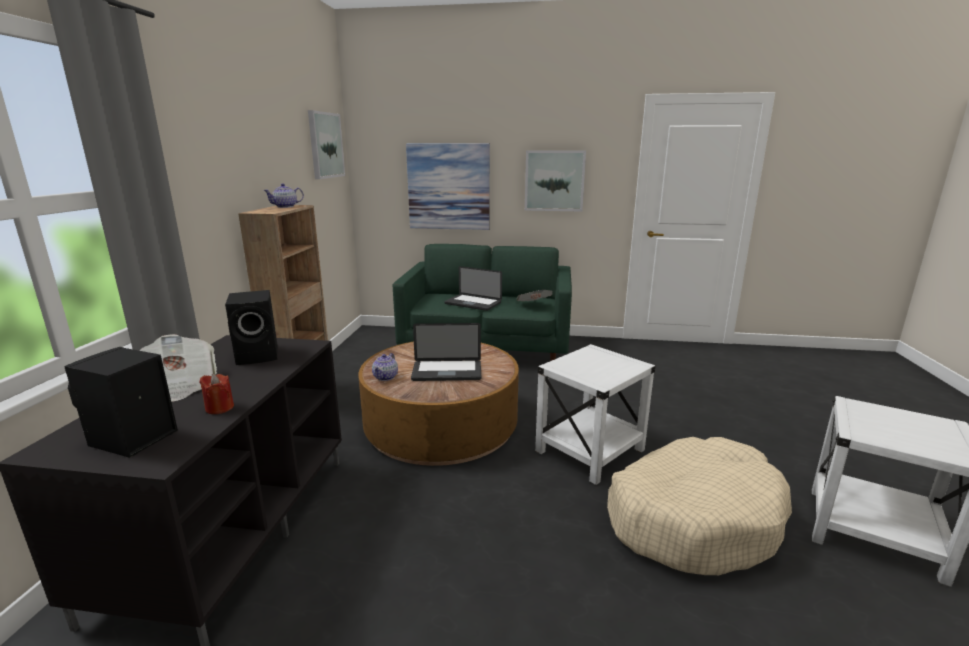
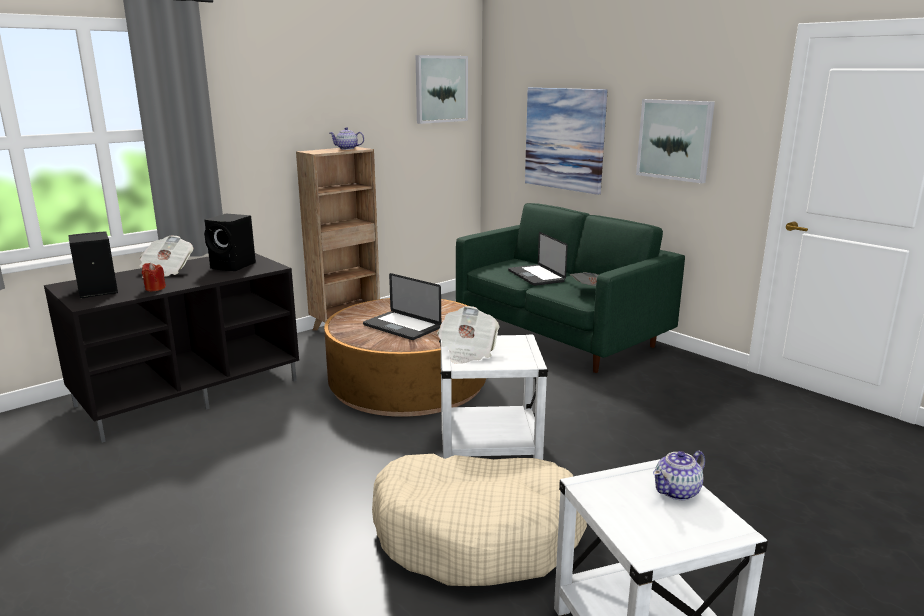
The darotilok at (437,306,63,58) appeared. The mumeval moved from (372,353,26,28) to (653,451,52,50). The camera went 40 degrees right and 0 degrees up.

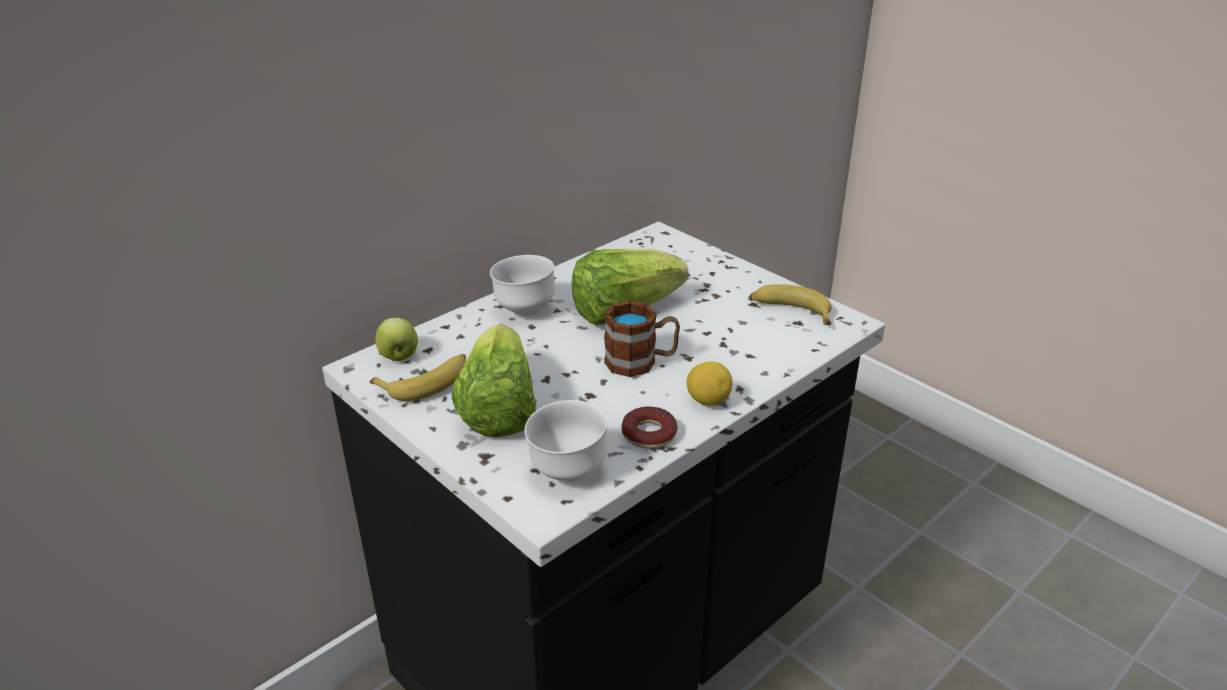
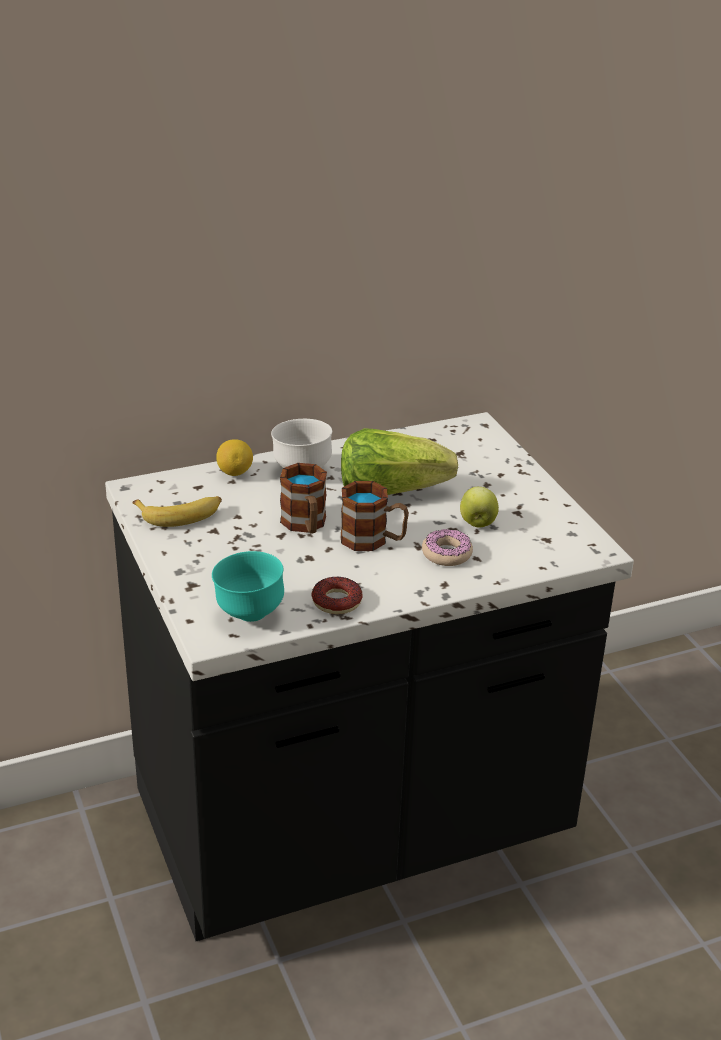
The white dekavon at (524,400,84,82) became the turquoise dekavon at (212,551,72,71). The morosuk moved from (686,361,47,45) to (216,439,37,37). The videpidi at (280,463,47,71) appeared. The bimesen at (422,529,51,37) appeared. The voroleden moved from (375,318,43,43) to (460,487,39,40). The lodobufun at (451,324,86,113) disappeared. The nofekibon at (750,284,82,41) disappeared. The camera went 20 degrees right and 0 degrees up.

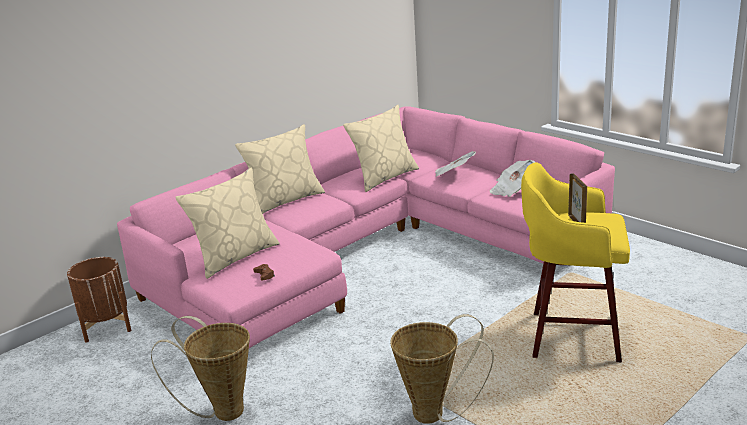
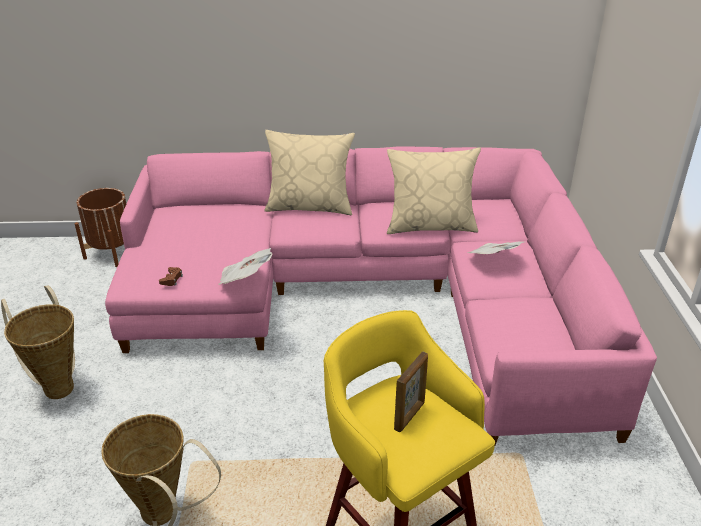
The darotilok moved from (490,160,45,37) to (218,248,54,37). The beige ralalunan at (175,167,105,112) disappeared. The camera went 40 degrees right and 10 degrees up.

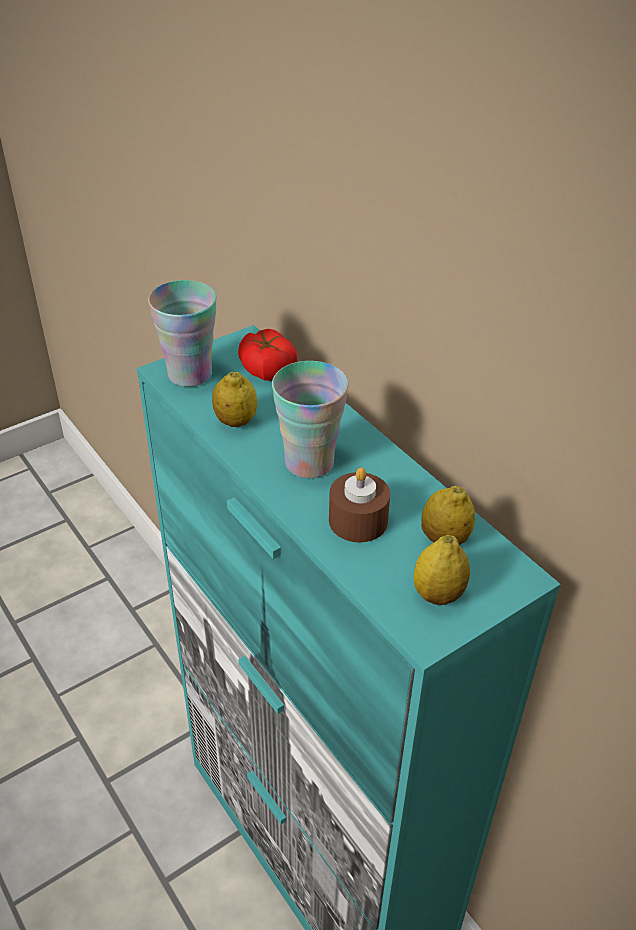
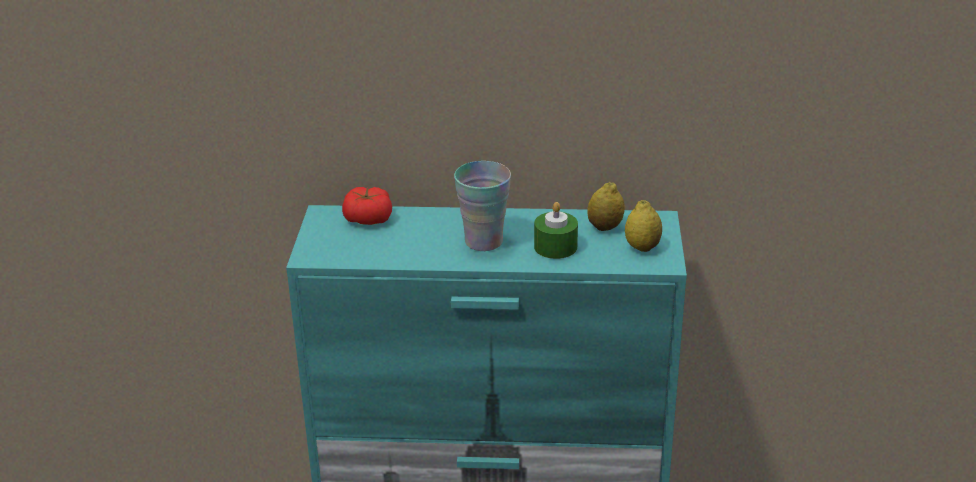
The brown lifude at (329,467,61,76) became the green lifude at (534,202,44,57). The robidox at (148,280,69,107) disappeared. The morosuk at (212,372,45,55) disappeared. The camera went 50 degrees left and 10 degrees down.

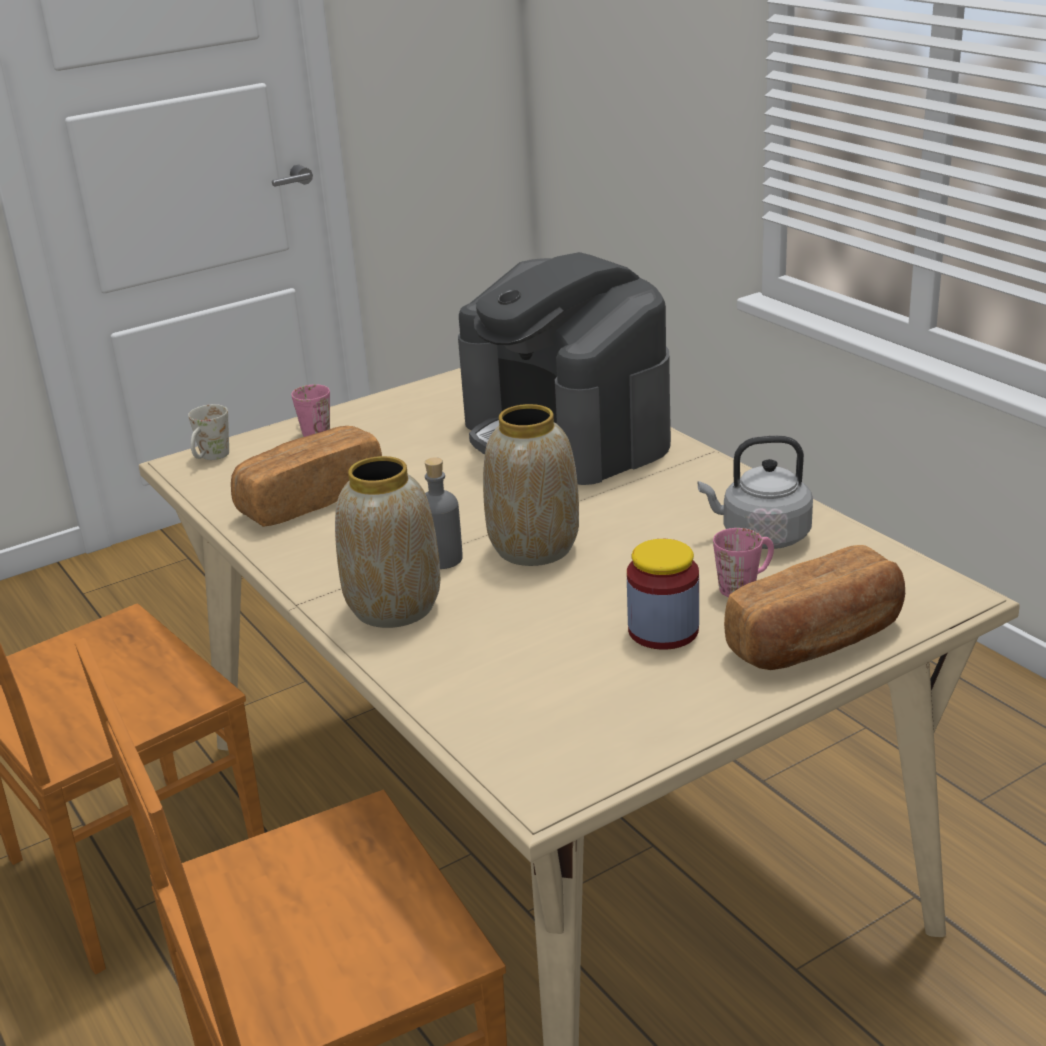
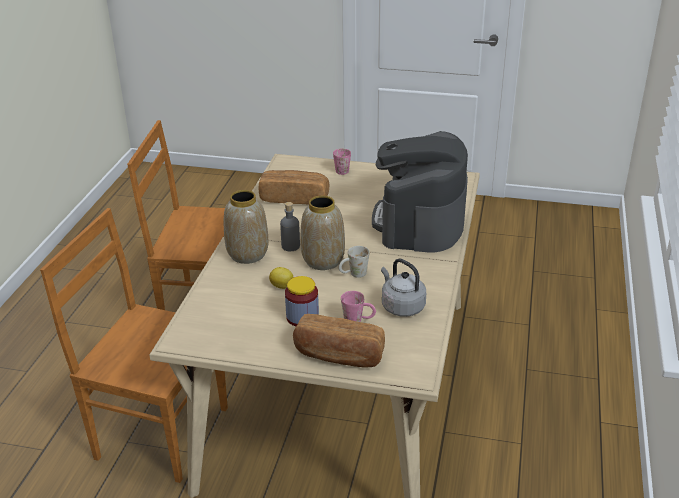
The morosuk at (269,267,25,22) appeared. The white videpidi moved from (188,404,41,56) to (339,246,31,32). The camera went 45 degrees right and 5 degrees up.

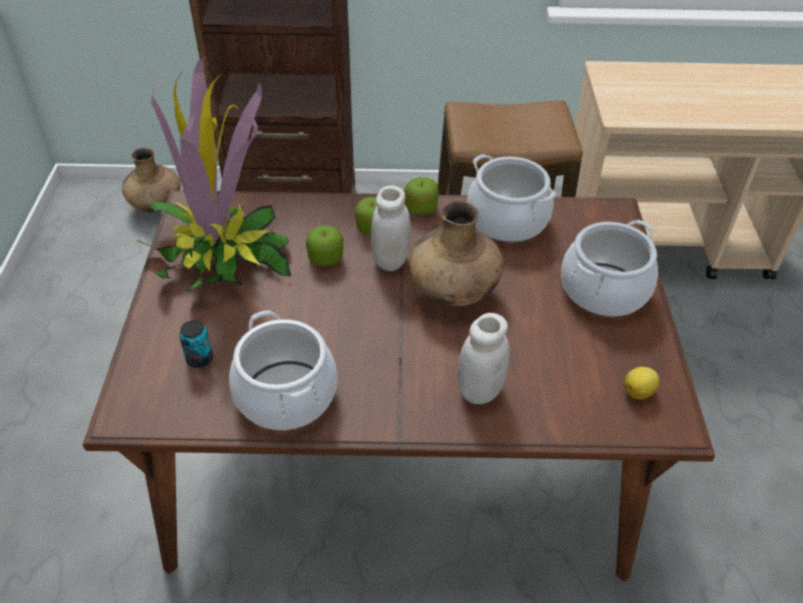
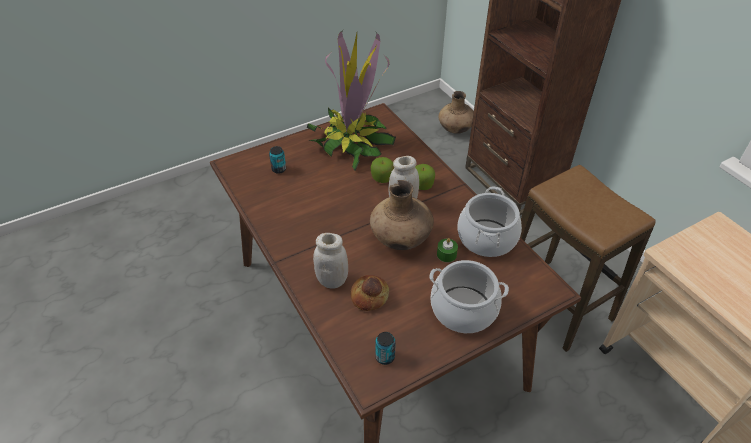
The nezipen at (351,275,38,36) appeared. The morosuk at (624,367,35,32) was replaced by the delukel at (375,332,21,33). The green lifude at (437,238,21,24) appeared. The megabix at (229,310,108,120) disappeared. The voroleden at (404,177,35,38) disappeared. The camera went 60 degrees right and 0 degrees up.

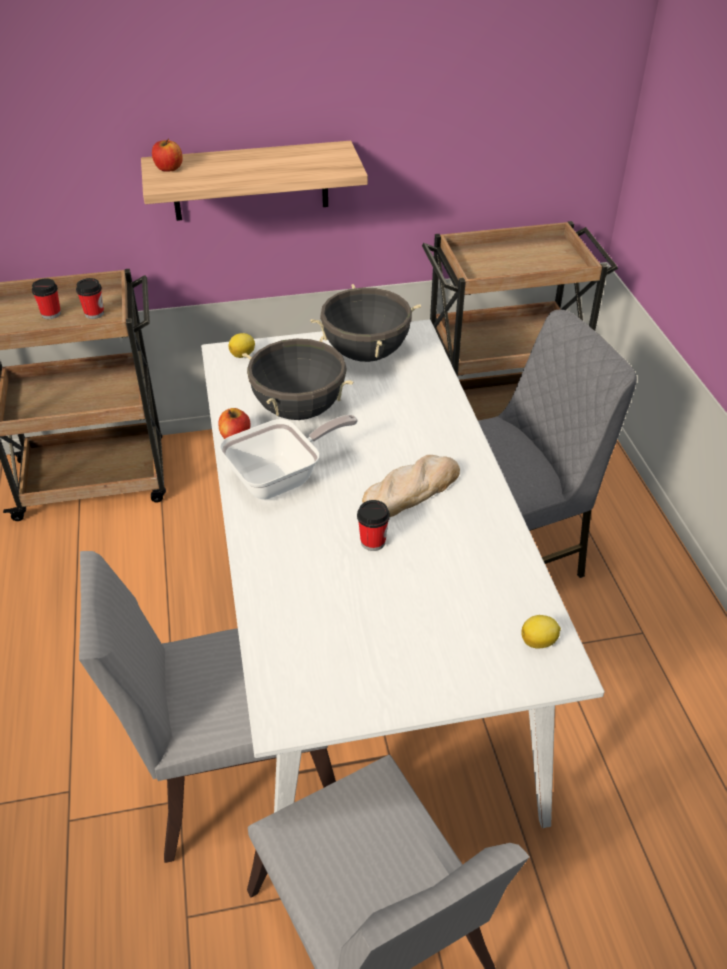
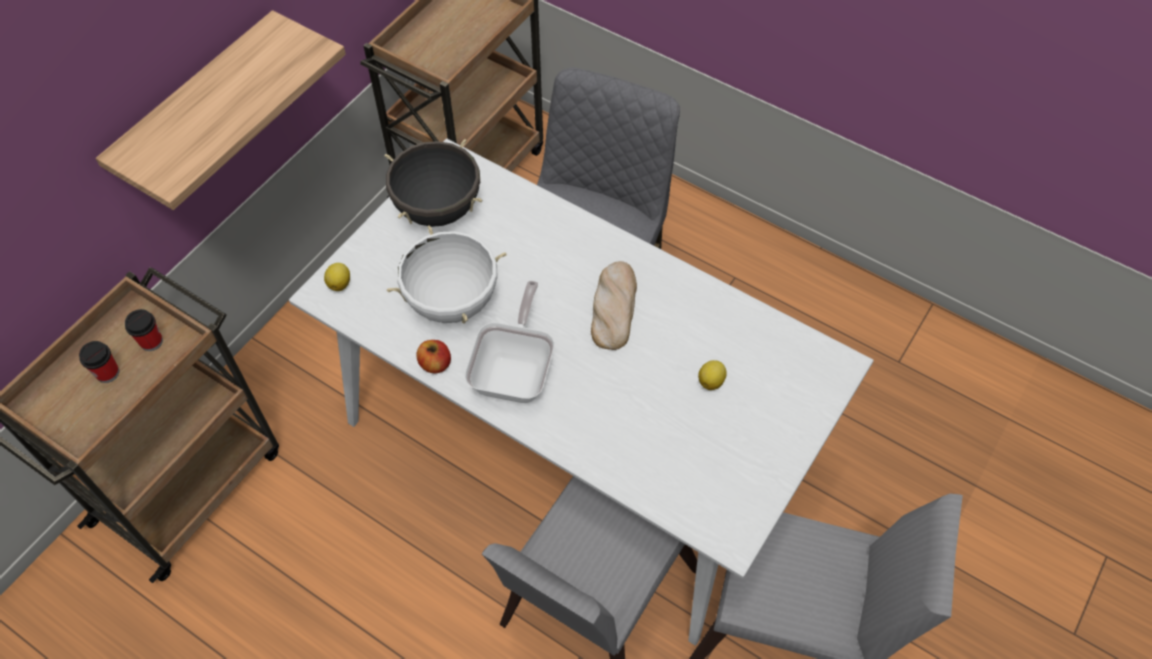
The black megabix at (242,336,111,84) became the white megabix at (387,225,119,99). The morosuk moved from (521,615,40,34) to (698,360,29,30). The voroleden at (152,139,30,32) disappeared. The robidox at (357,500,33,51) disappeared. The camera went 45 degrees left and 15 degrees up.

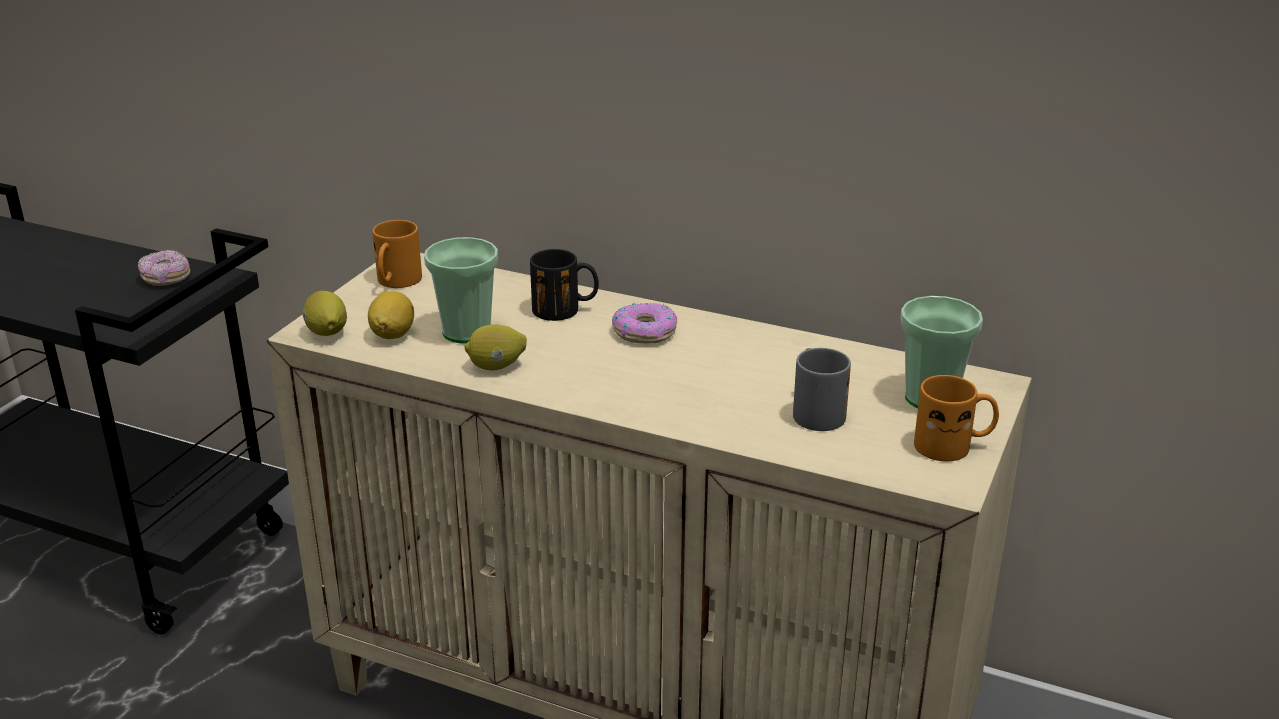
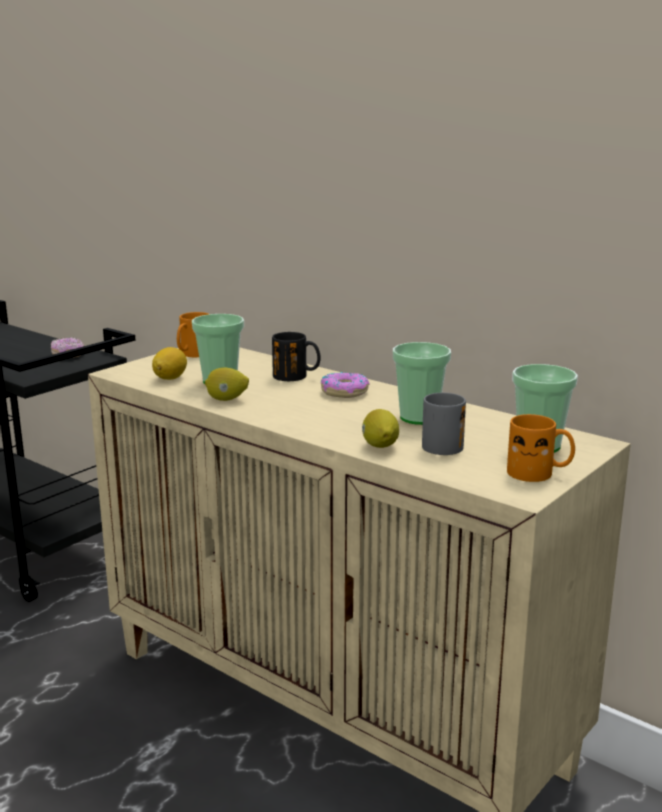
The morosuk moved from (303,291,44,45) to (362,409,37,39). The robidox at (393,342,58,83) appeared. The camera went 15 degrees right and 10 degrees down.

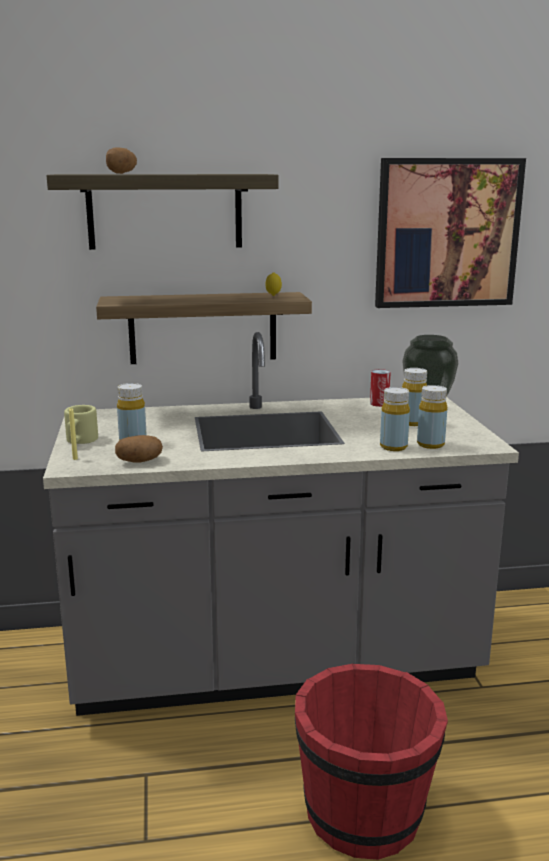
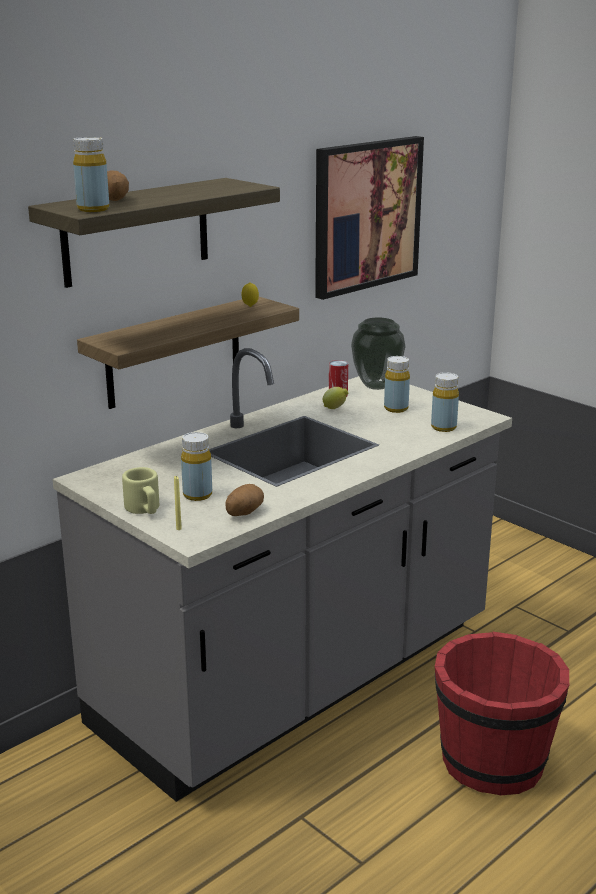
The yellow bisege moved from (380,387,30,64) to (73,137,36,75). The morosuk at (323,387,25,22) appeared. The camera went 35 degrees left and 5 degrees up.

